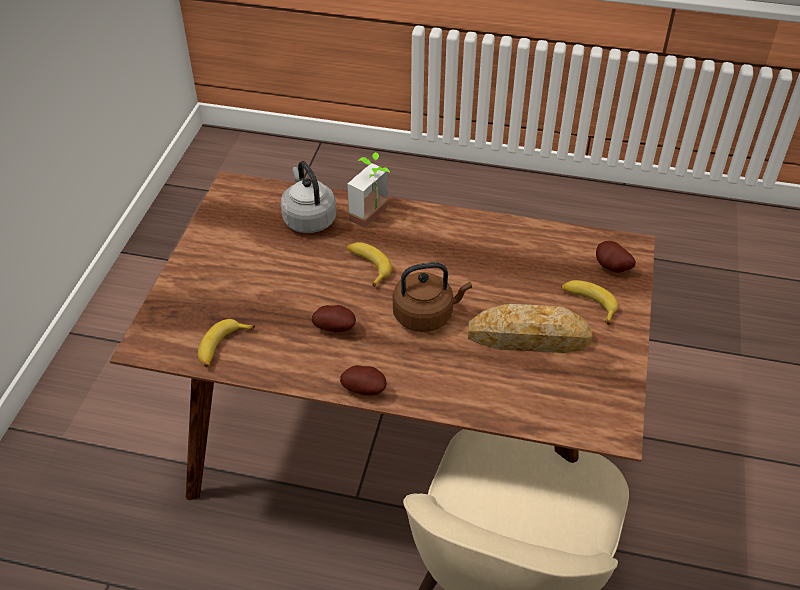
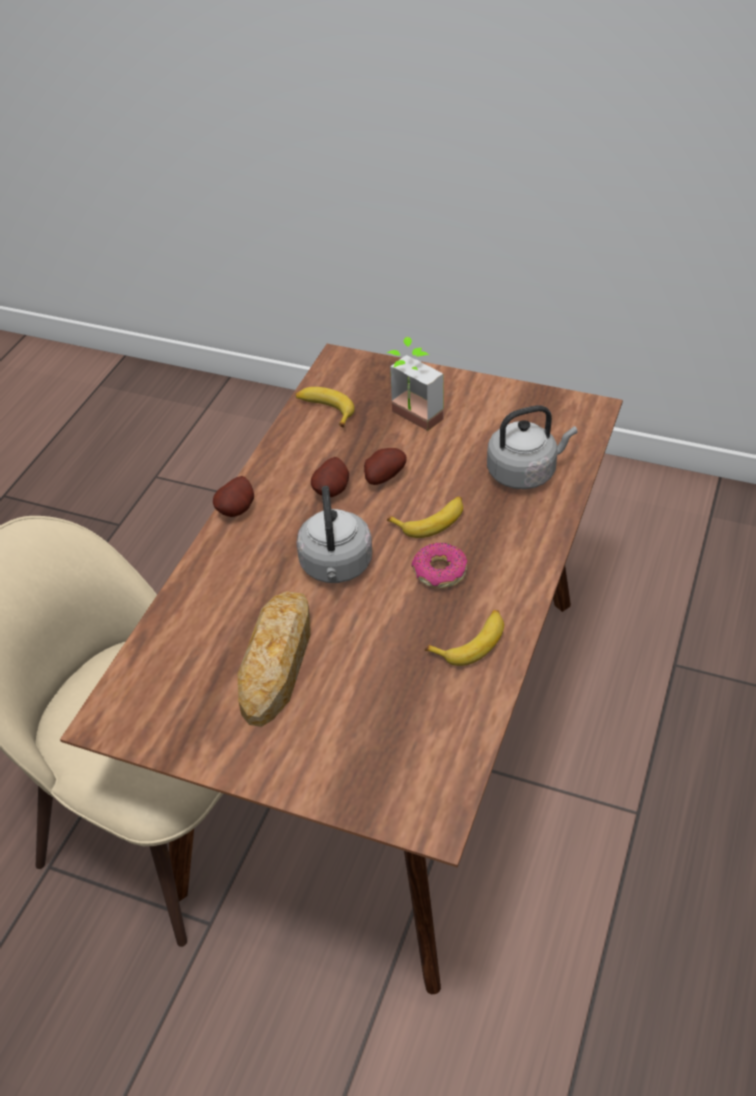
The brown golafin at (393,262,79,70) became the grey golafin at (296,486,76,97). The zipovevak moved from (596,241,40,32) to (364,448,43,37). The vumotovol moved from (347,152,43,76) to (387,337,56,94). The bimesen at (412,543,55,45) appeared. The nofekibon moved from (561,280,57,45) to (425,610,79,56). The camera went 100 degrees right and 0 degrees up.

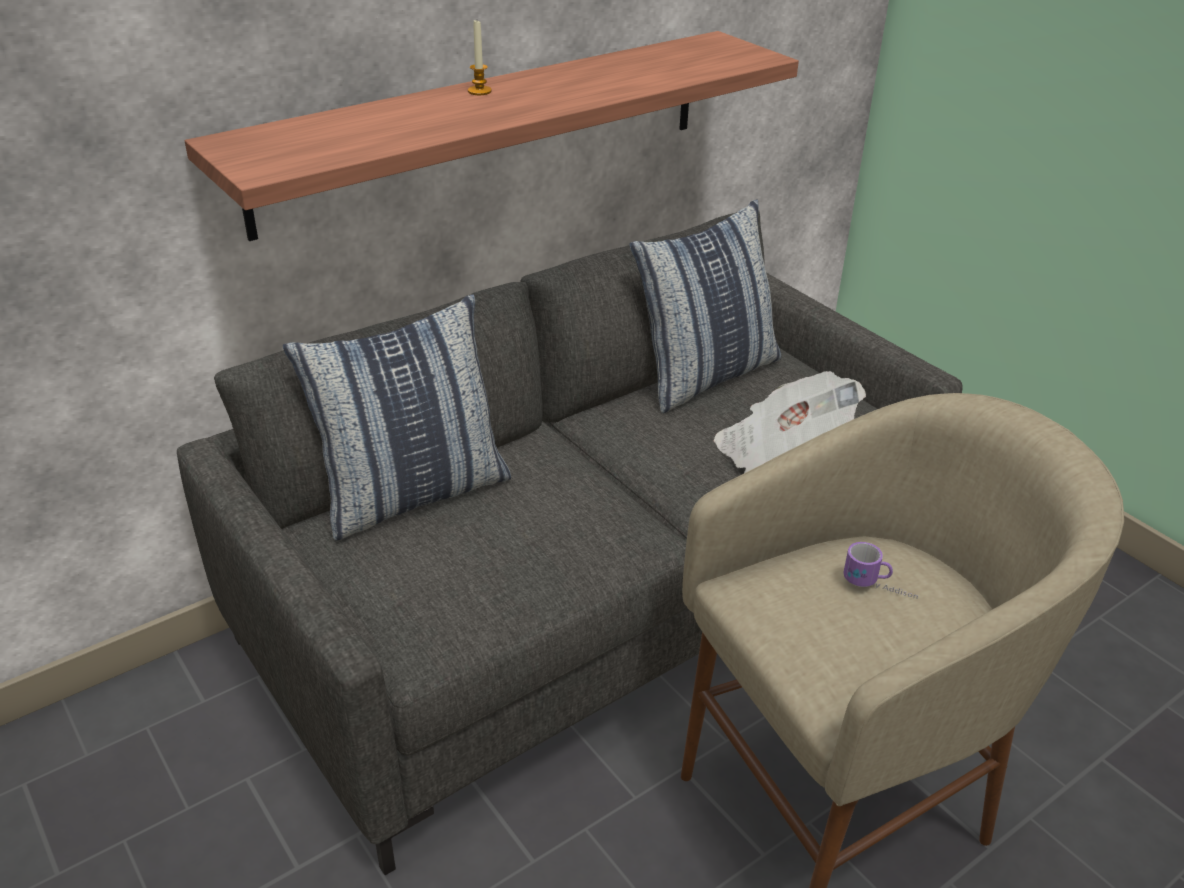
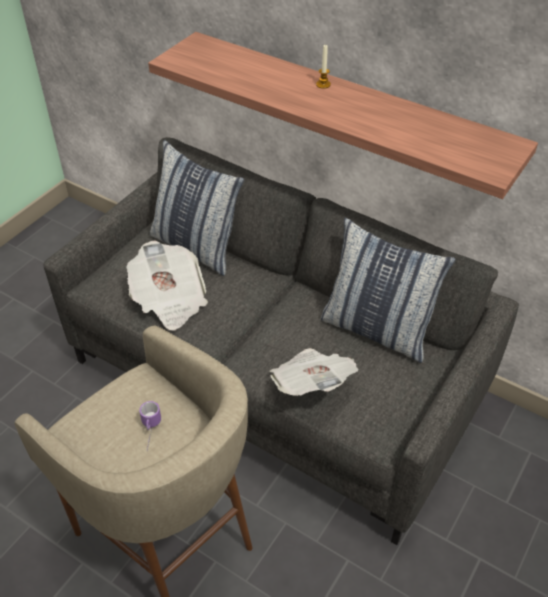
The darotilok at (126,241,82,90) appeared. The camera went 70 degrees right and 10 degrees up.

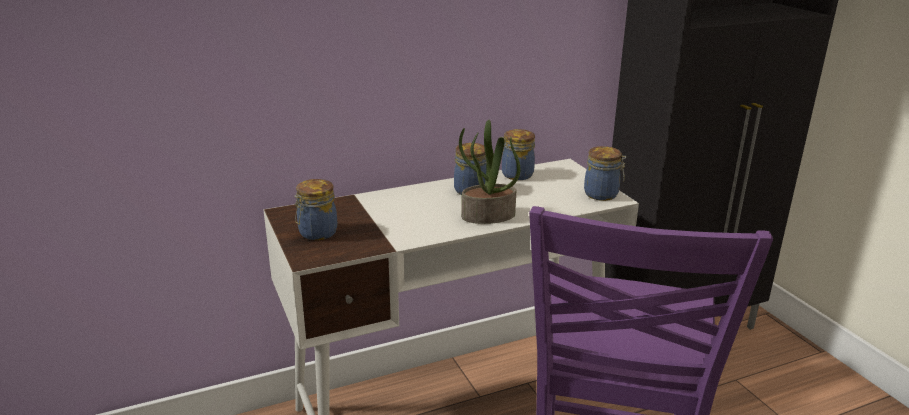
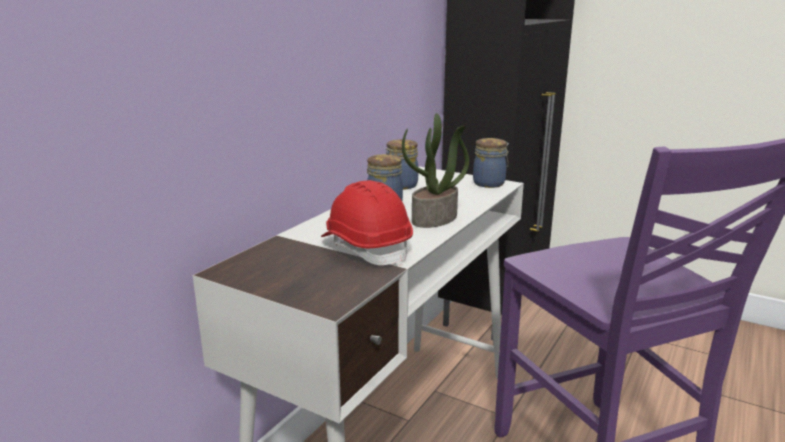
The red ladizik at (321,180,92,86) appeared. The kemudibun at (294,179,43,61) disappeared. The camera went 35 degrees left and 5 degrees down.

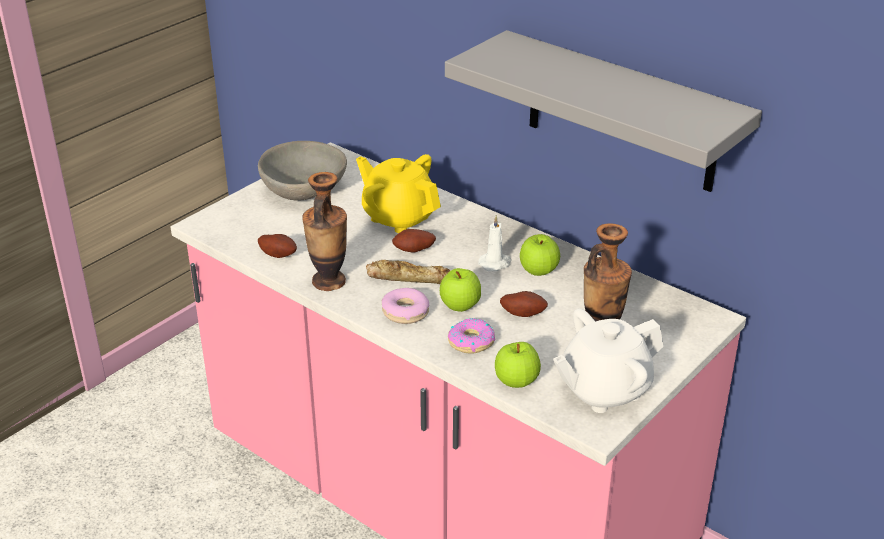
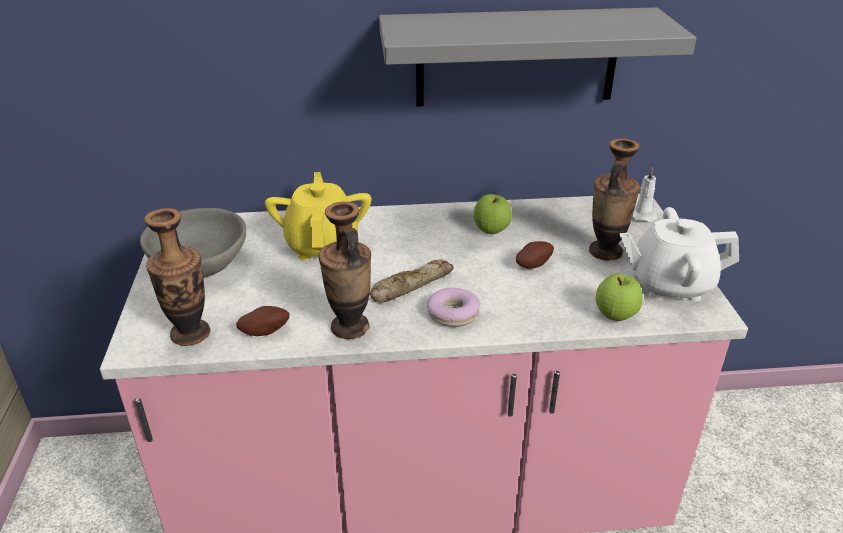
The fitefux at (144,208,66,138) appeared. The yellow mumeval at (356,154,85,79) turned 90 degrees clockwise. The white mumeval at (553,308,110,105) turned 75 degrees clockwise. The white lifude moved from (478,215,33,56) to (632,168,26,54). The zipovevak at (392,229,44,23) disappeared. The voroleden at (440,268,41,44) disappeared. The bimesen at (448,318,47,36) disappeared. The camera went 45 degrees left and 0 degrees up.

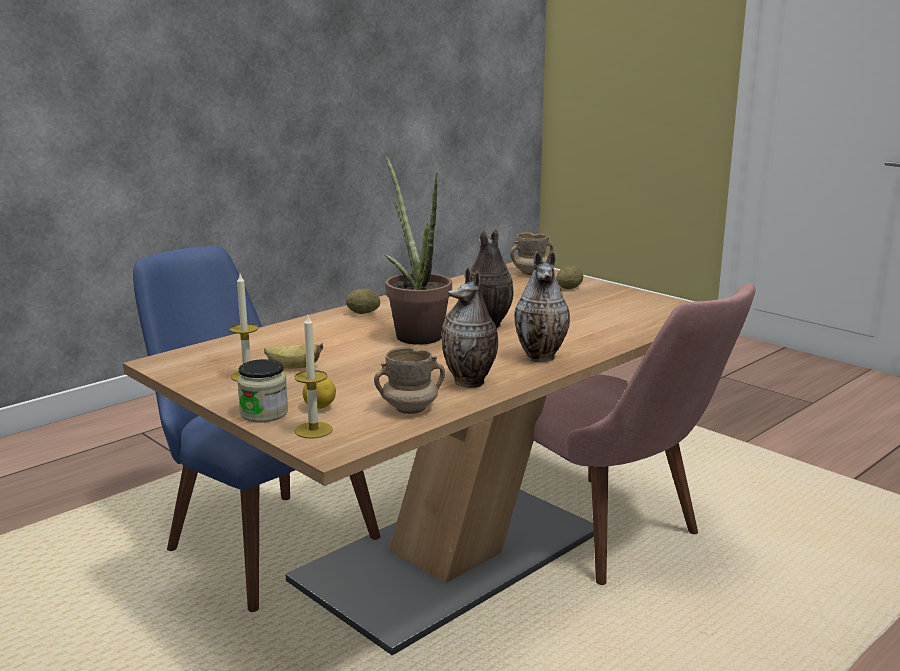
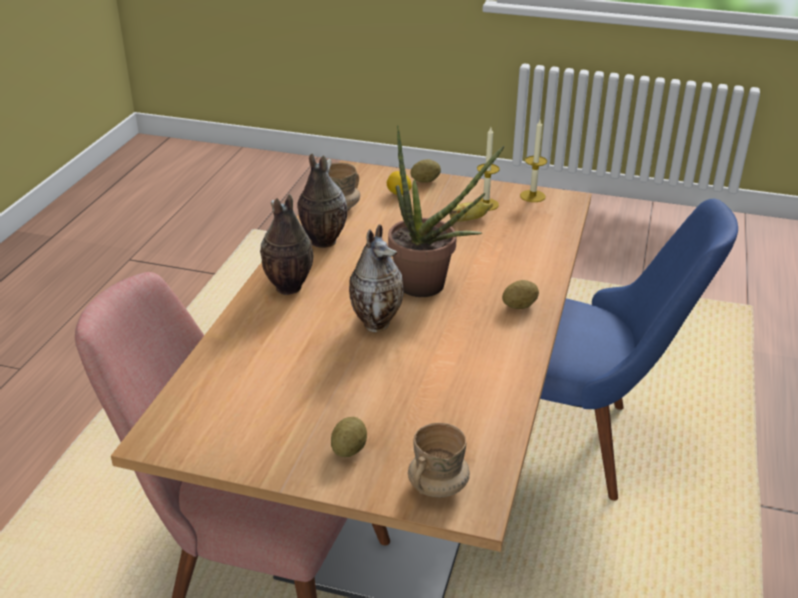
The kemudibun at (237,359,51,63) was replaced by the zipovevak at (411,159,30,24). The lifude moved from (294,315,39,124) to (520,120,27,82). The camera went 150 degrees right and 15 degrees up.

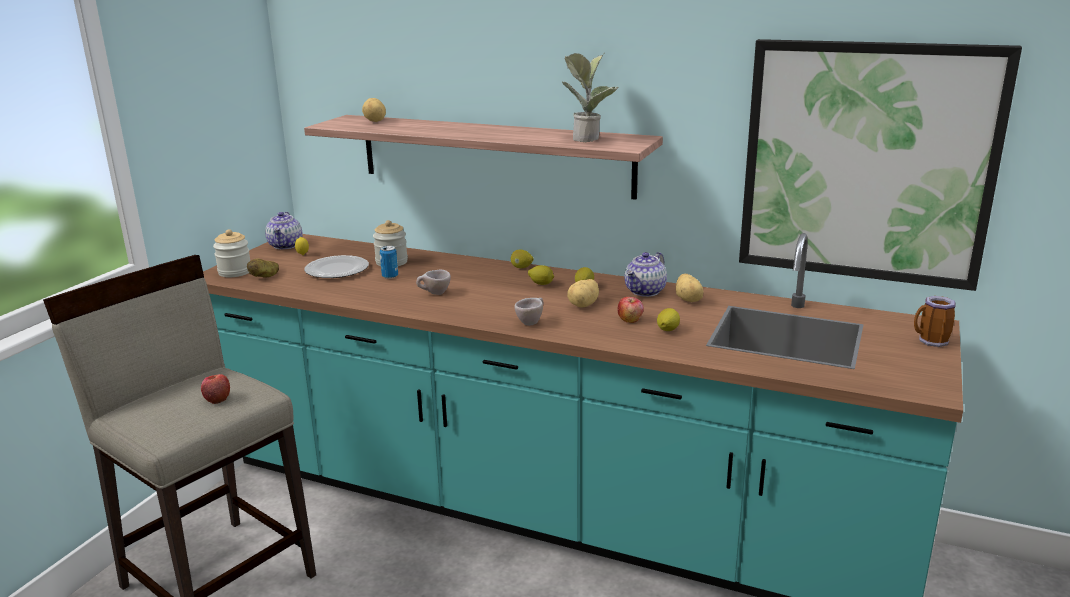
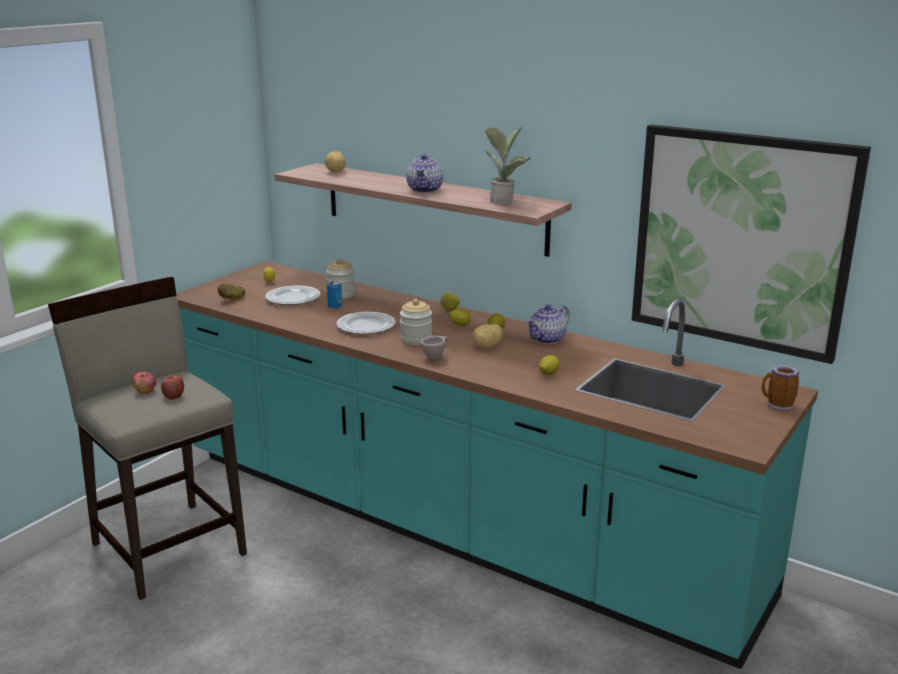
The voroleden moved from (617,297,27,26) to (132,371,24,23). The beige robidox at (416,270,35,25) was replaced by the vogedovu at (336,312,60,22). The kemudibun moved from (213,229,37,48) to (400,299,32,46). The mumeval moved from (265,212,37,37) to (406,154,37,39). The zipovevak at (676,274,28,28) disappeared. The camera went 10 degrees right and 0 degrees up.

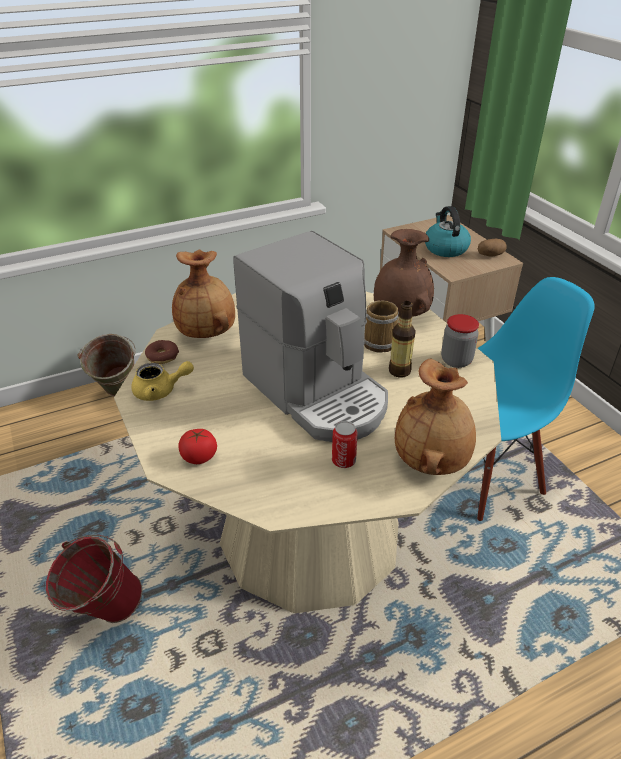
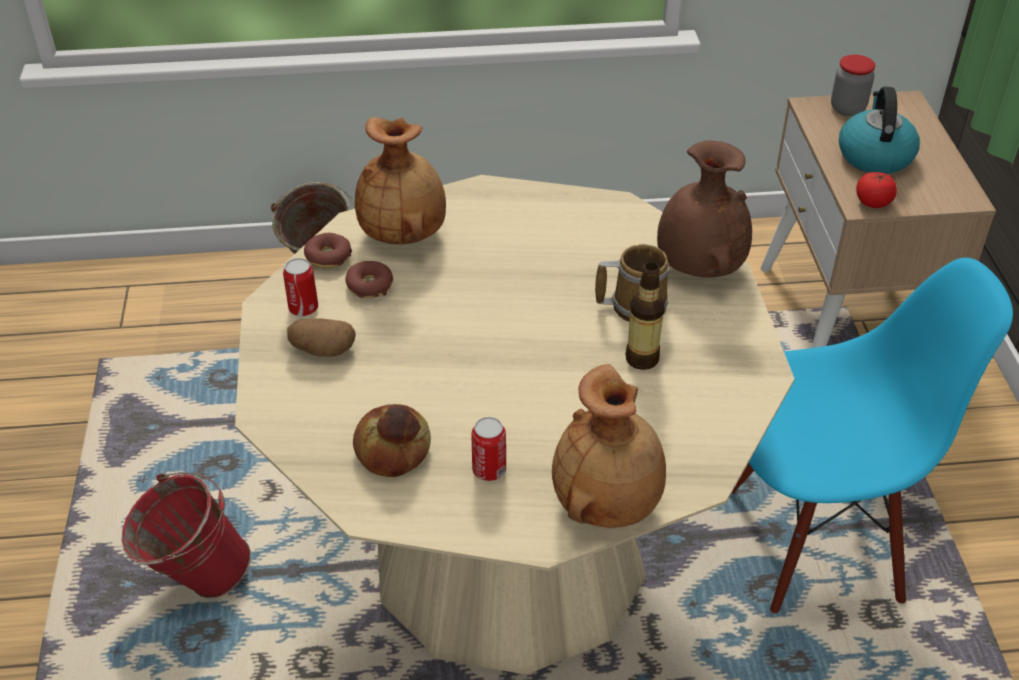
The yellow mumeval at (131,361,63,40) was replaced by the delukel at (283,258,35,58). The zipovevak moved from (478,239,29,18) to (287,319,69,37). The bimesen at (345,261,48,37) appeared. The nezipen at (353,404,78,73) appeared. The kemudibun moved from (441,314,38,54) to (831,55,44,61). The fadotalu moved from (179,429,38,35) to (856,172,41,36). The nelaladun at (233,231,155,211) disappeared. The camera went 20 degrees right and 5 degrees up.

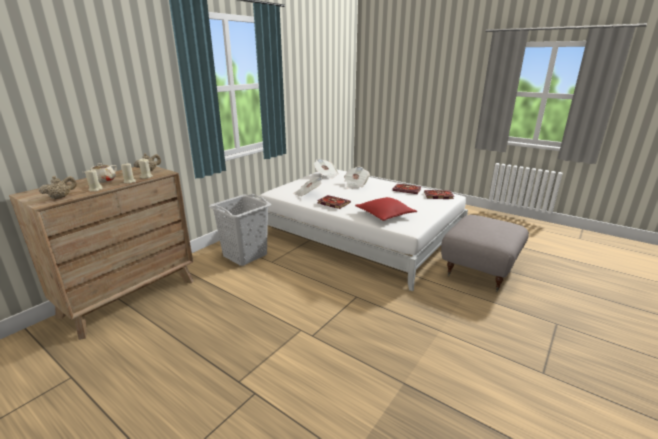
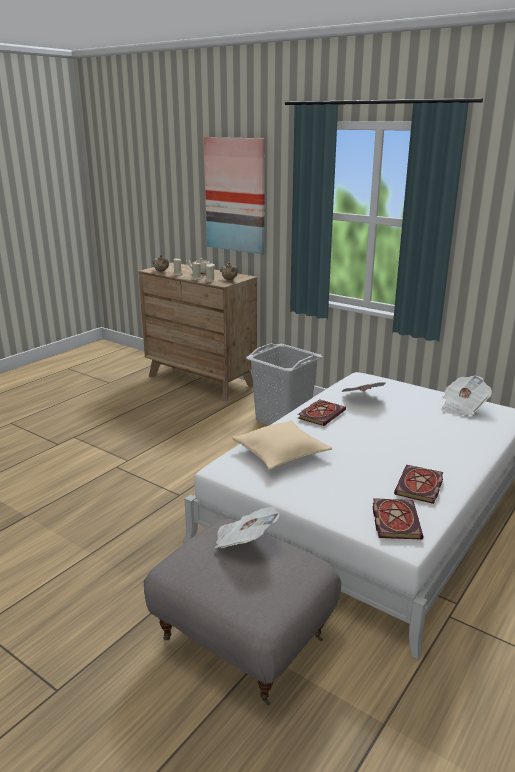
The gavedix at (204,137,61,117) appeared. The darotilok moved from (344,167,26,22) to (215,506,64,42). The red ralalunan at (355,197,62,24) became the beige ralalunan at (232,420,100,50). The camera went 90 degrees right and 0 degrees up.

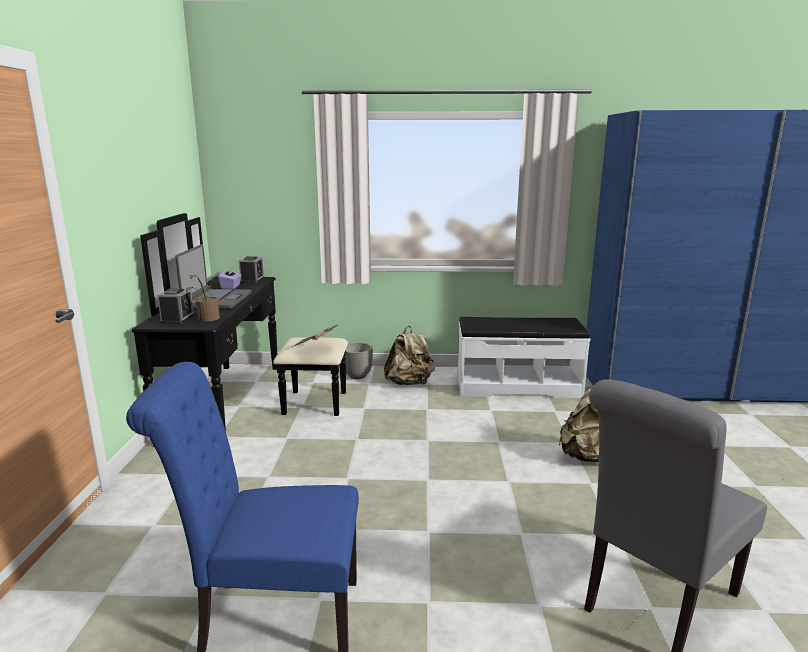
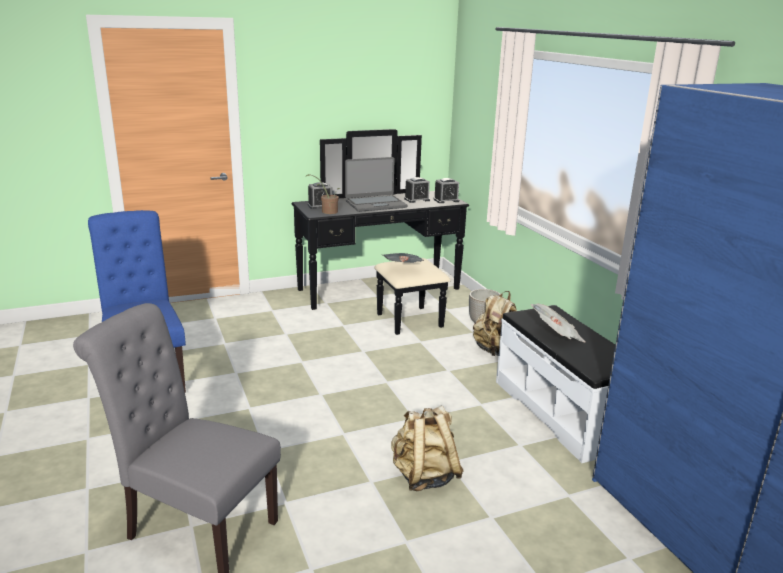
The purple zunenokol at (218,266,24,23) was replaced by the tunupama at (404,177,26,26). The darotilok at (531,303,54,39) appeared. The camera went 65 degrees right and 5 degrees up.

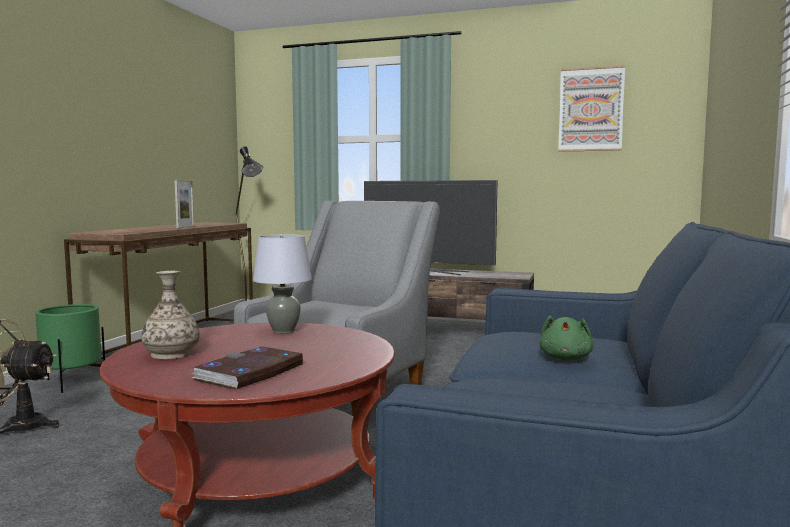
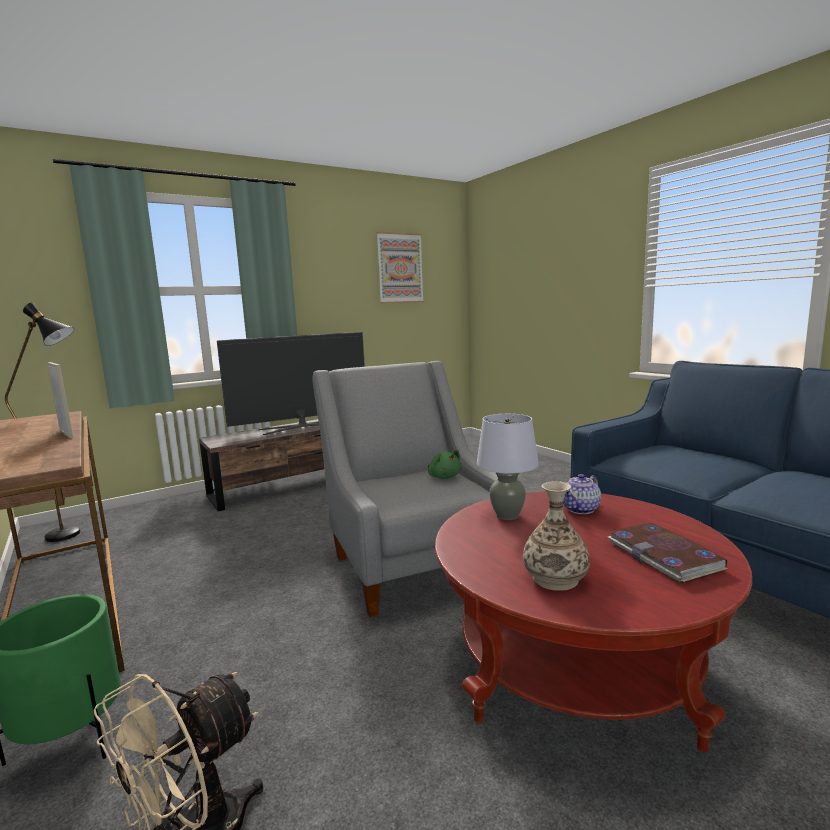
The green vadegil moved from (539,315,55,45) to (428,450,34,29). The mumeval at (563,474,38,40) appeared. The camera went 50 degrees left and 5 degrees up.

